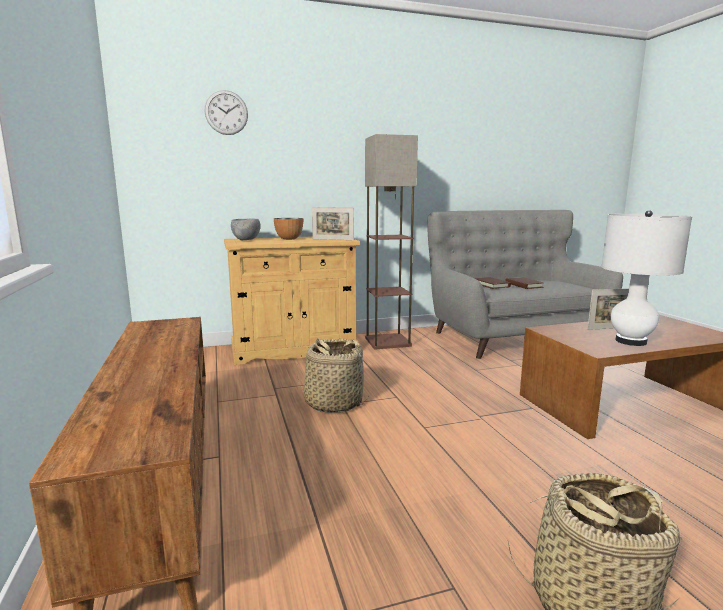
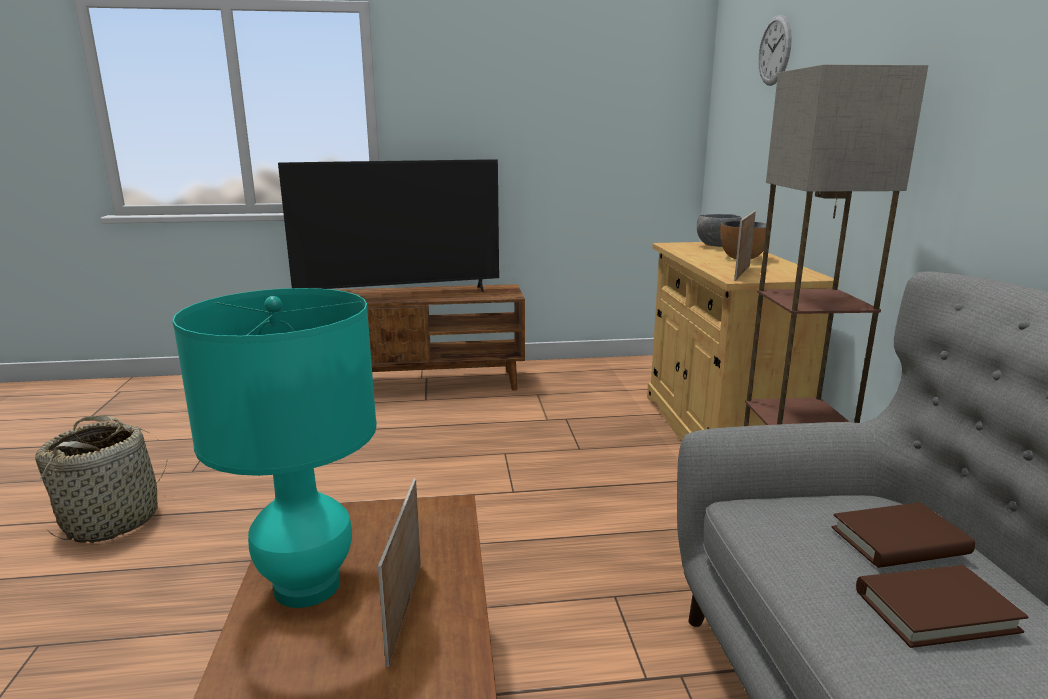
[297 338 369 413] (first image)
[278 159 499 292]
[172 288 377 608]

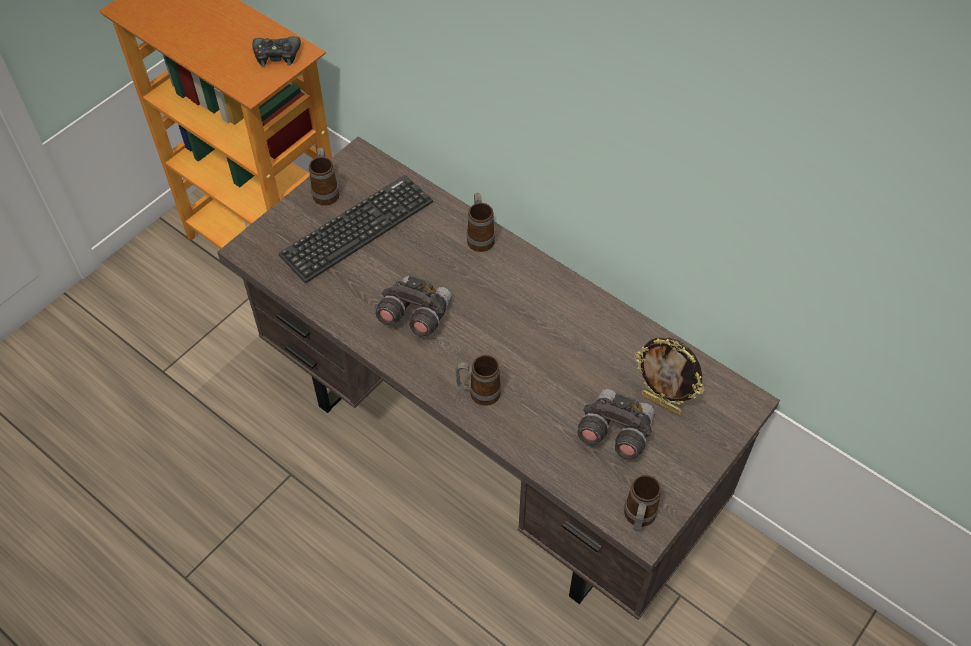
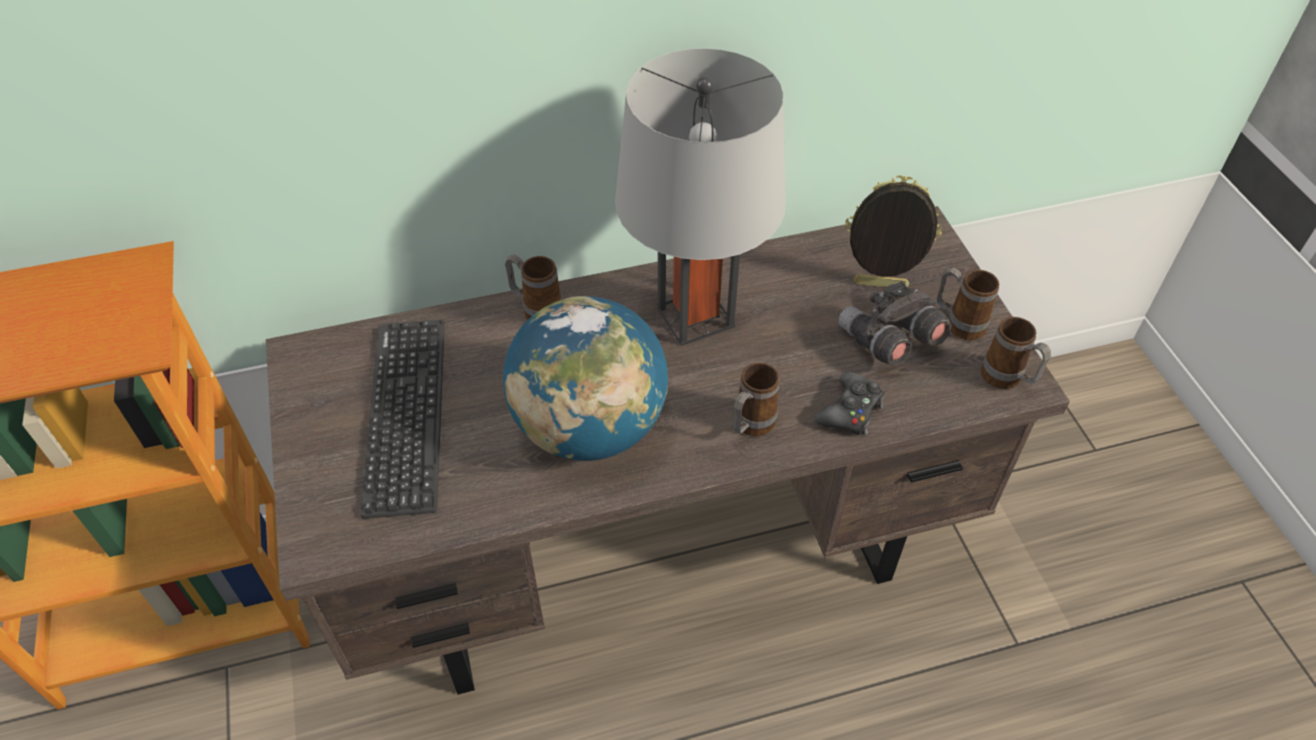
[615 48 786 346]
[814 372 885 435]
[937 267 1000 340]
[503 296 668 461]
[845 175 942 287]

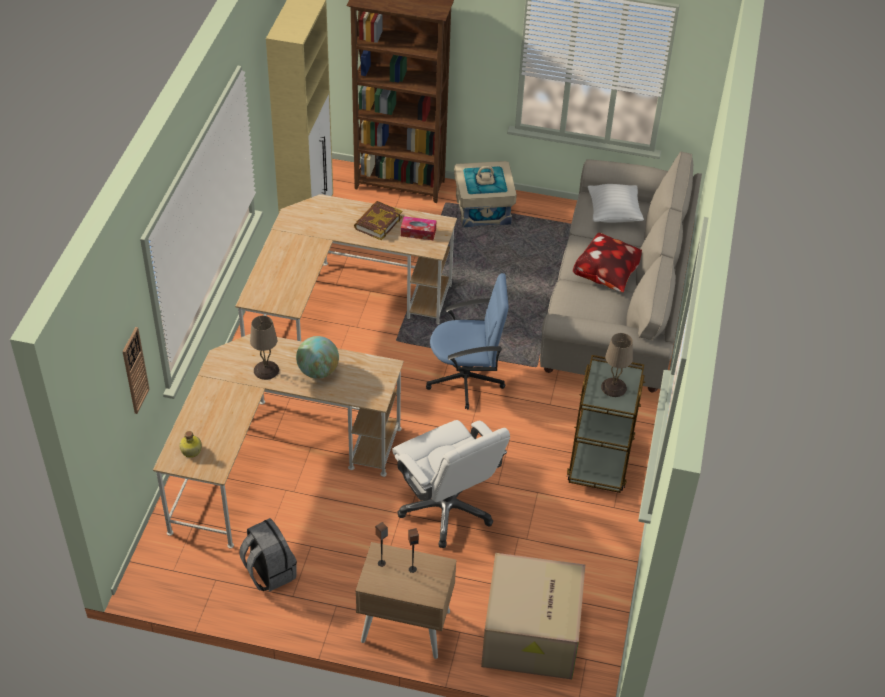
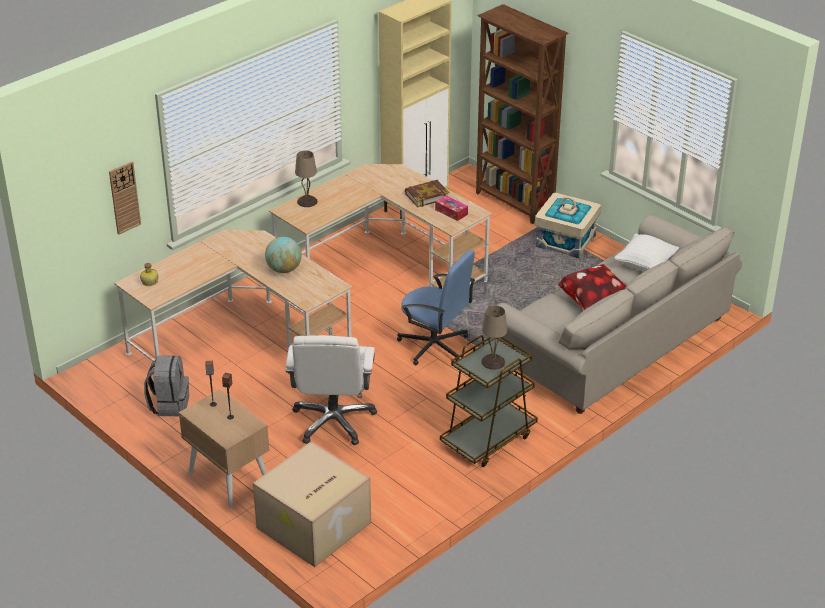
[295 150 318 207]

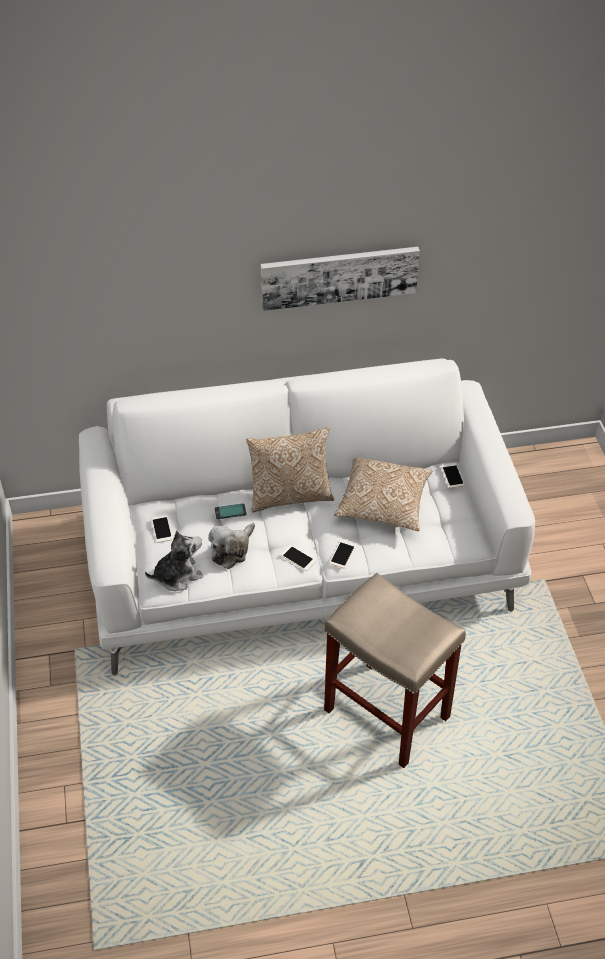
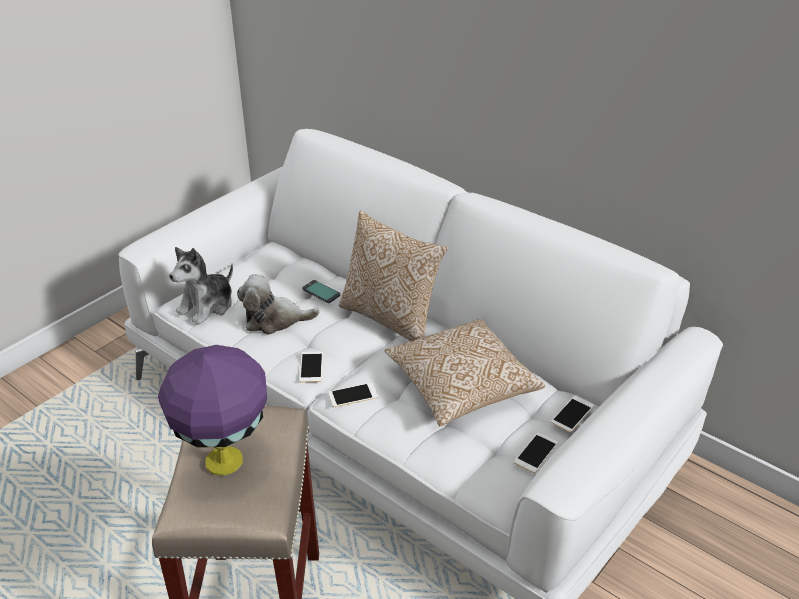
[261 247 420 311] (first image)
[158 345 267 476]
[514 432 558 473]
[169 247 233 325]

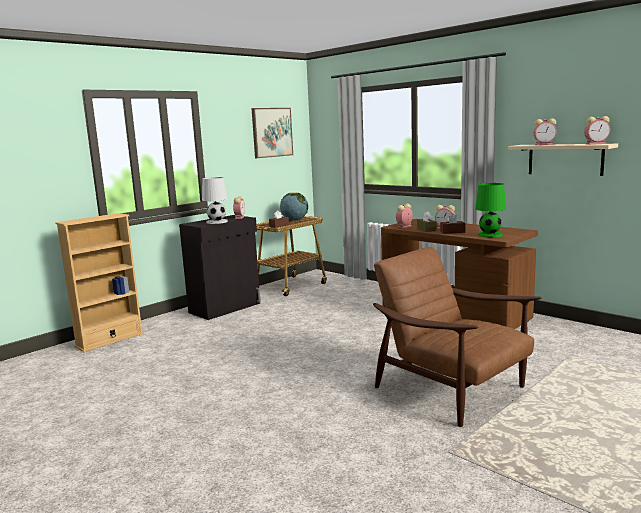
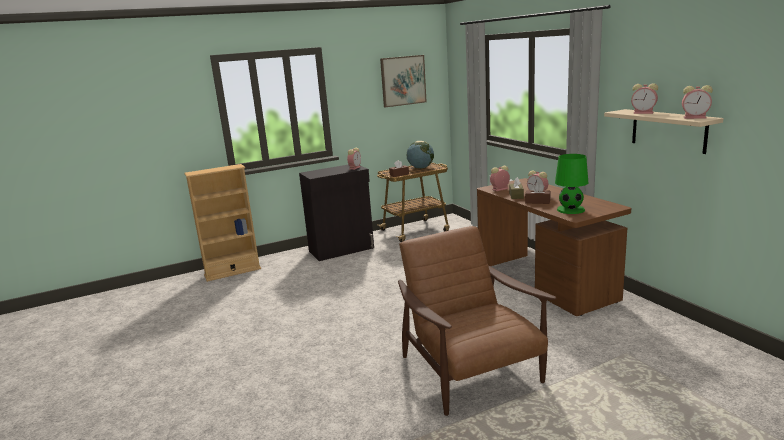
[202 177 228 224] (first image)

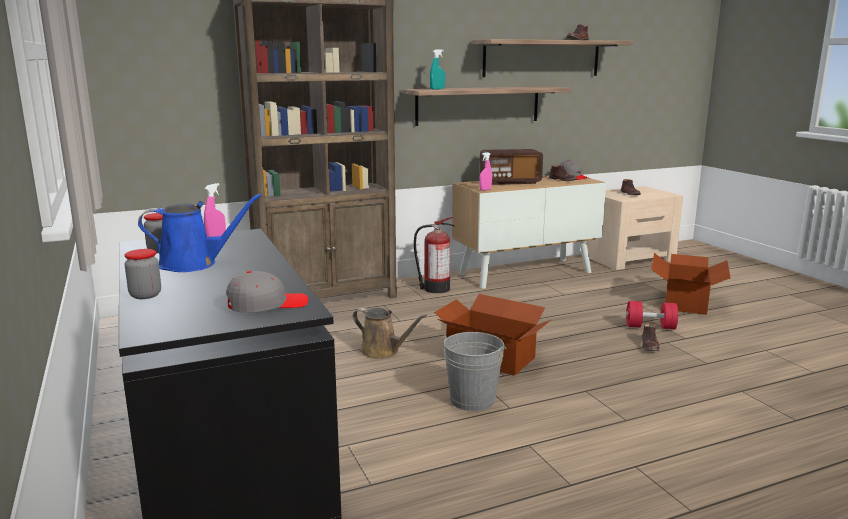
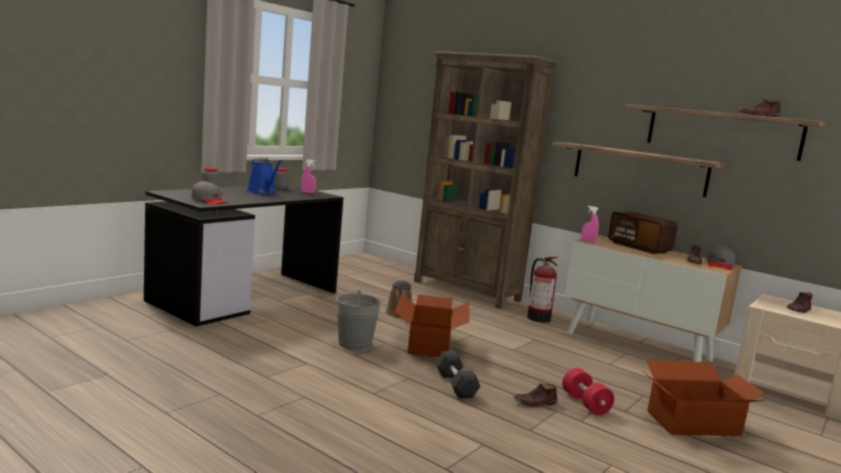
[430 49 445 90] (first image)
[435 351 481 399]

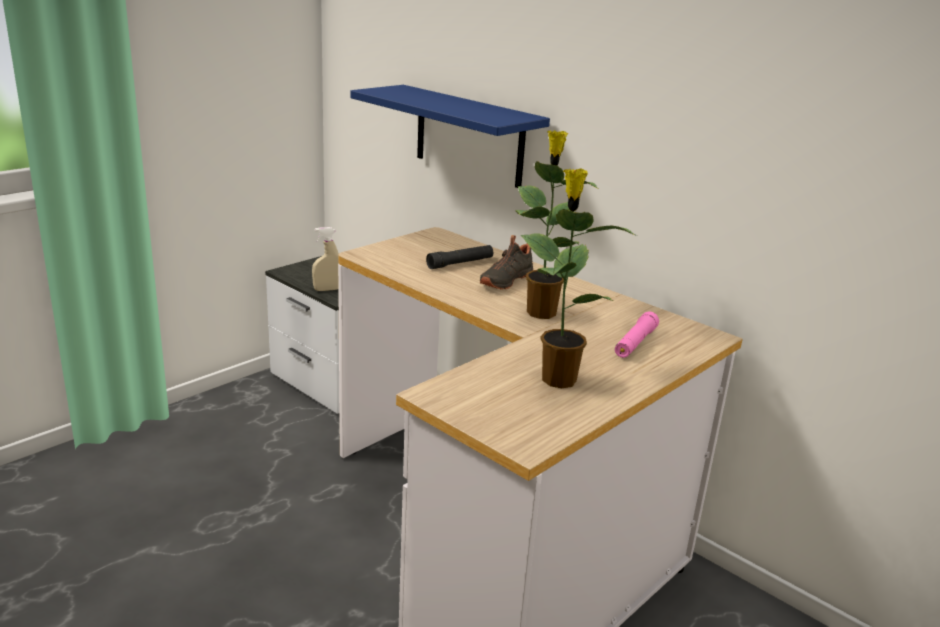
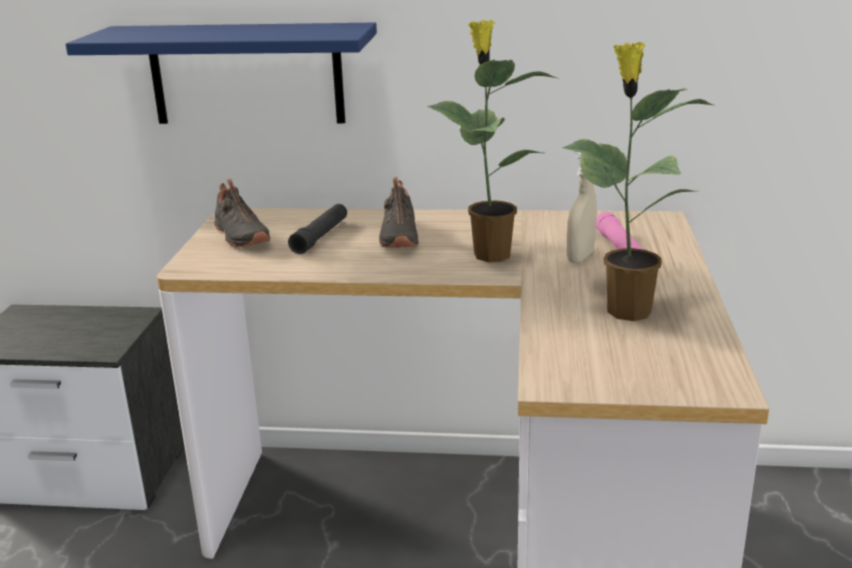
[214 178 270 247]
[567 152 597 263]

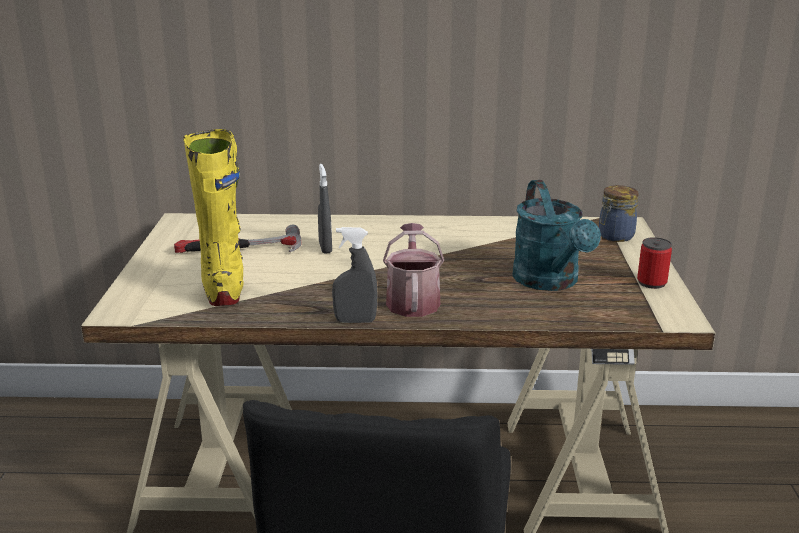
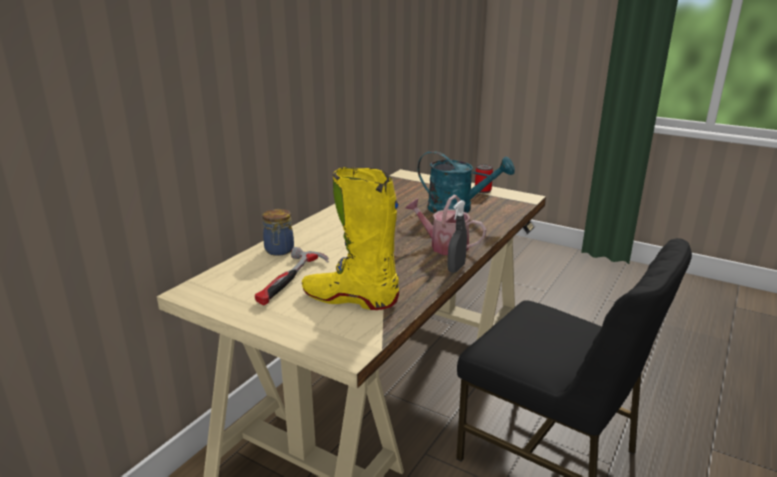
[318 164 332 254] (first image)
[262 209 294 256]

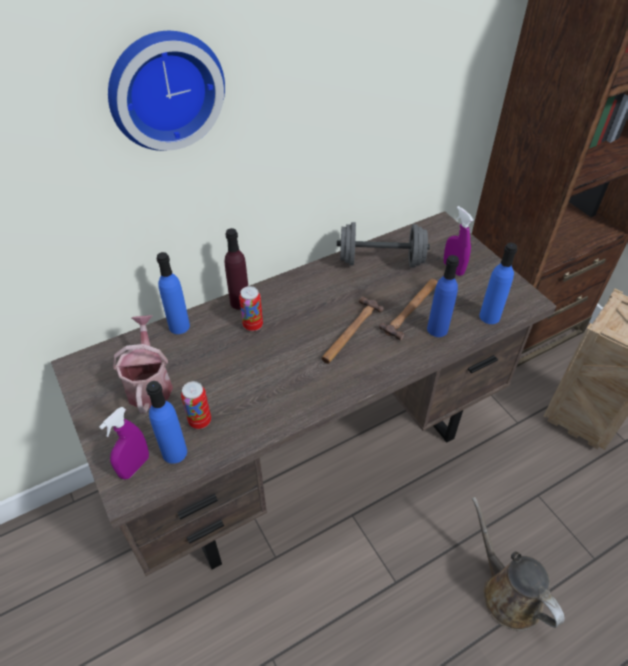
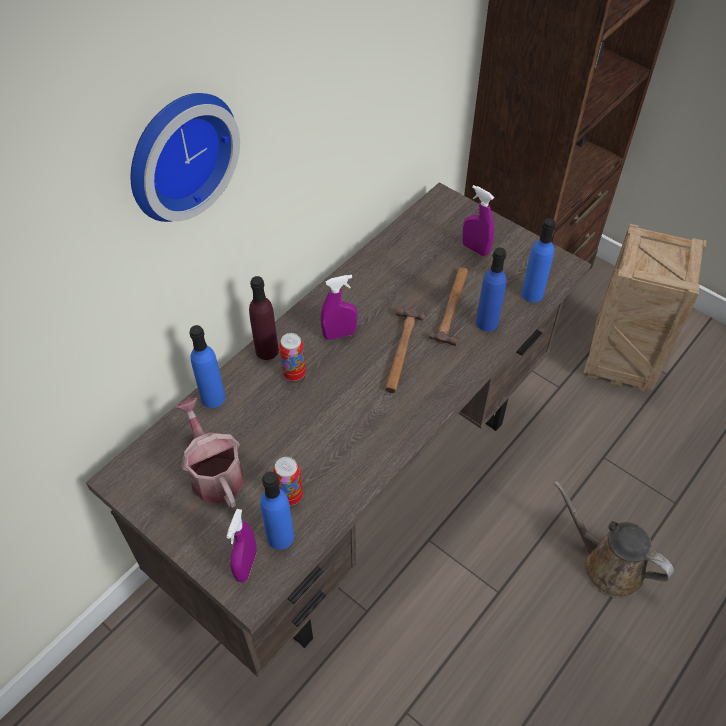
[337 222 430 268] (first image)
[321 275 358 340]

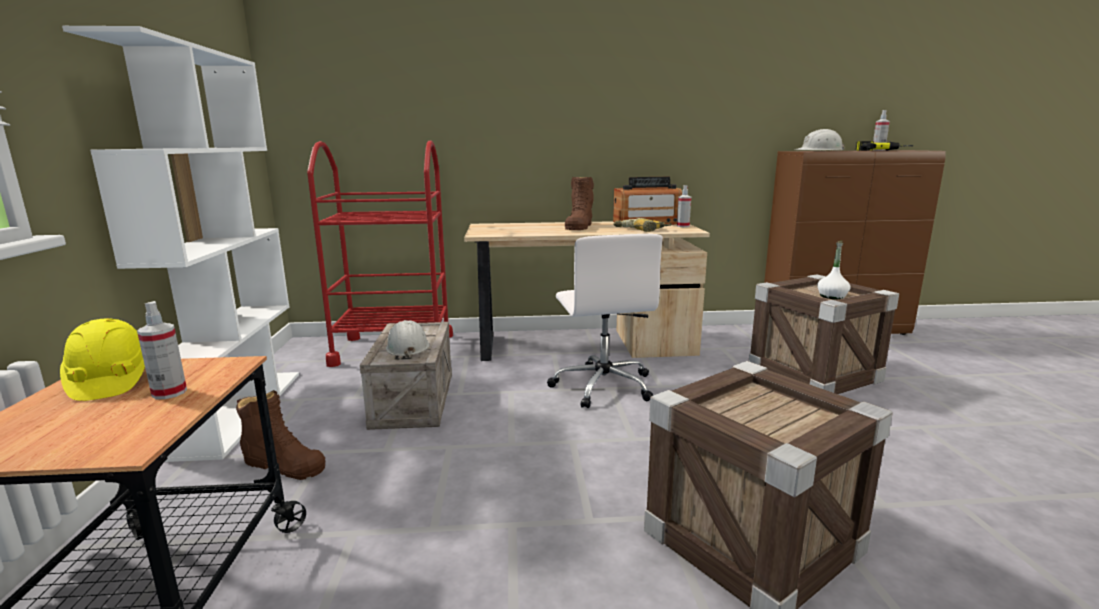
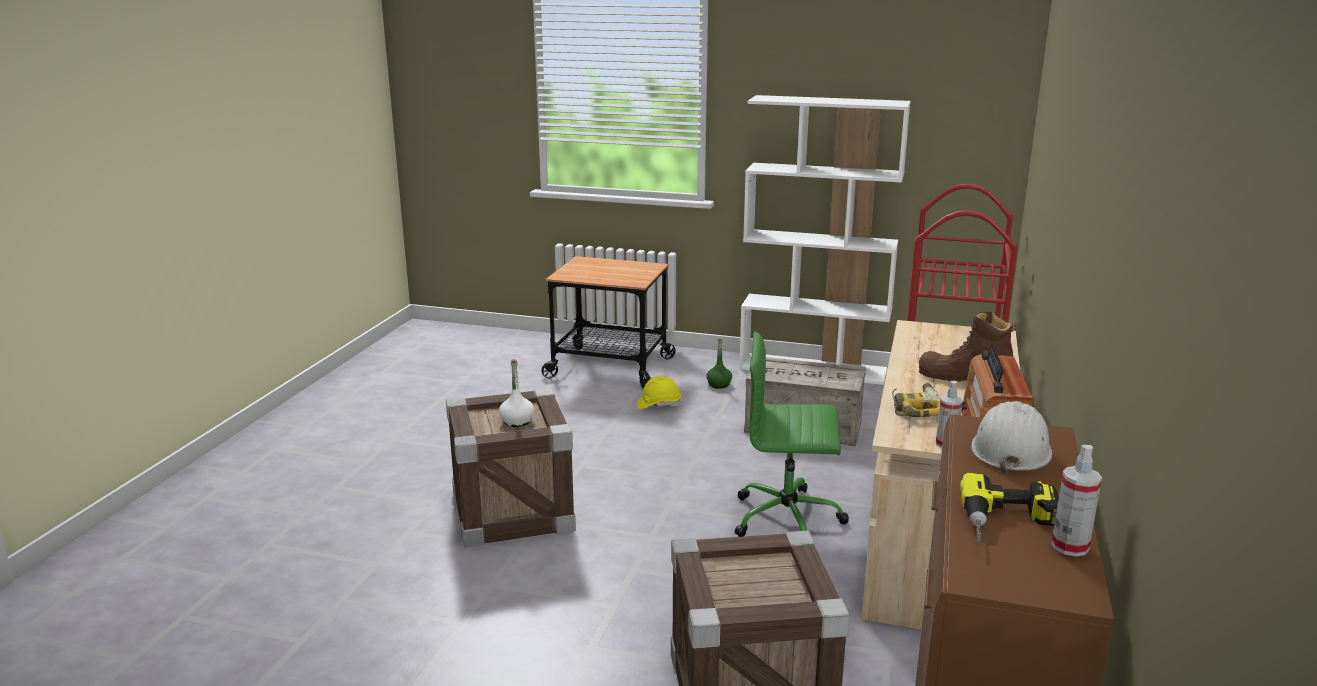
[137 301 187 399] (first image)
[386 320 430 358] (first image)
[636 376 681 409]
[499 359 534 427]
[706 338 732 389]
[735 331 849 537]

